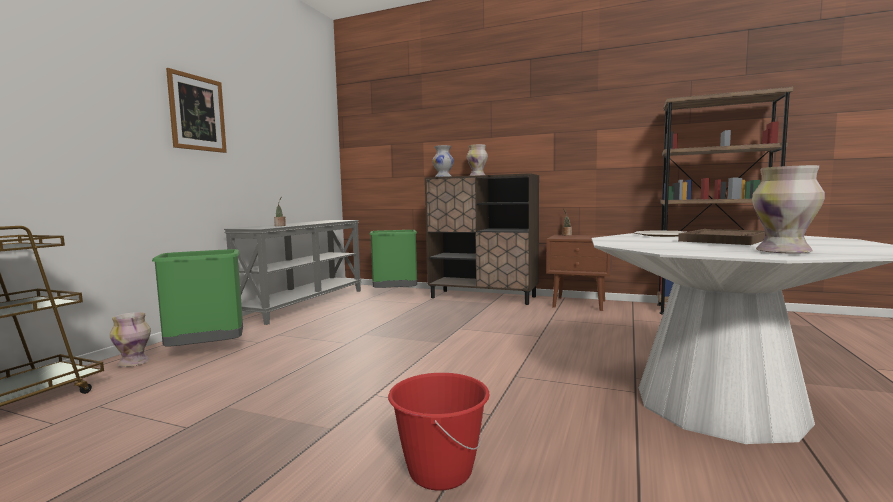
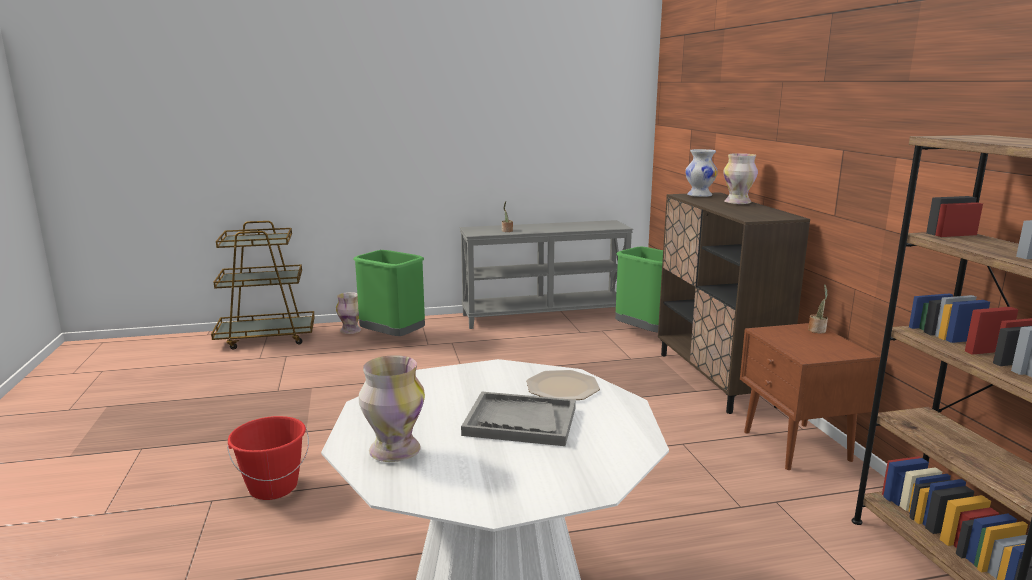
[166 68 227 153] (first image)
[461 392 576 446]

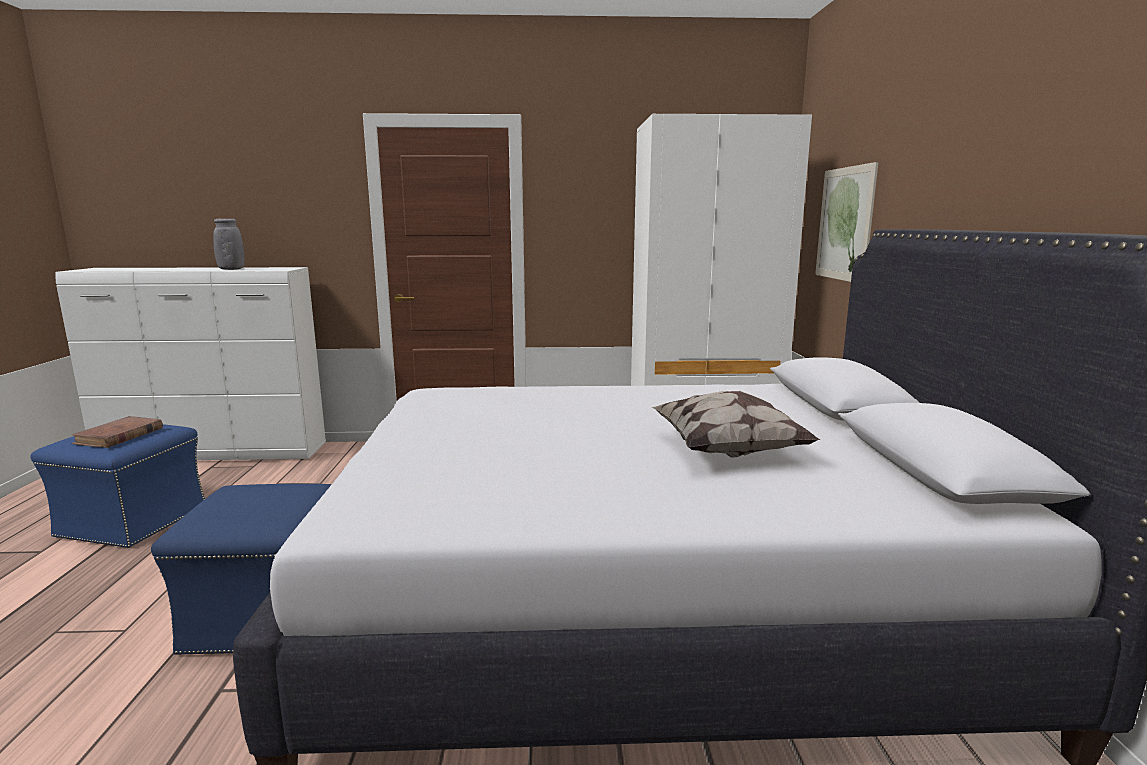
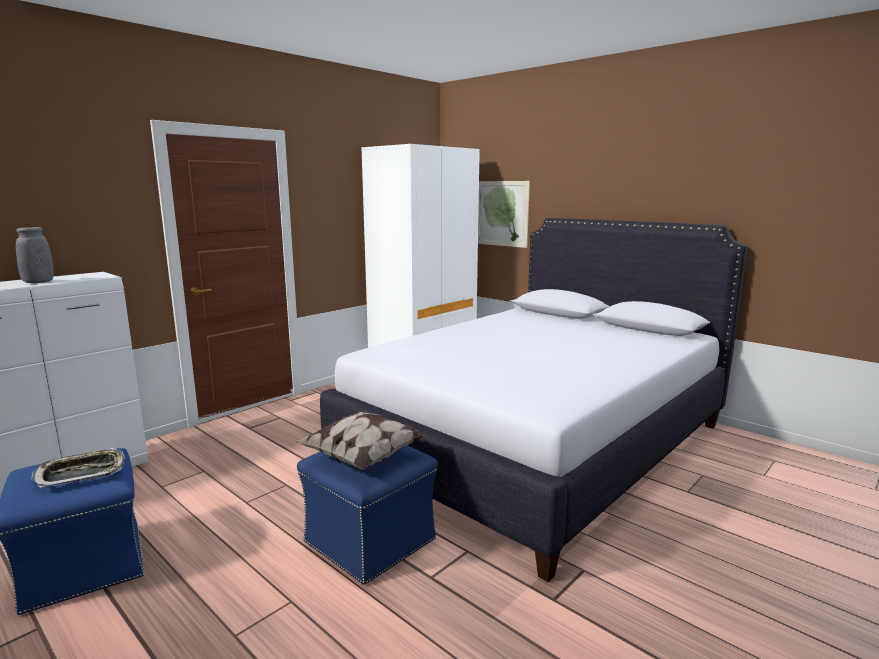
[296 411 427 470]
[31 448 125 488]

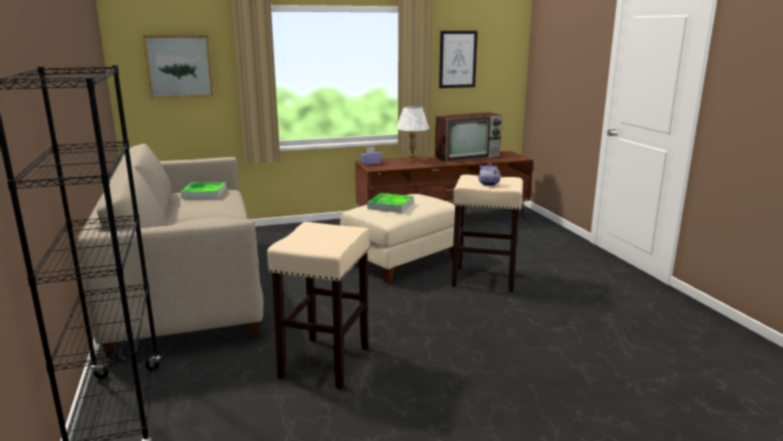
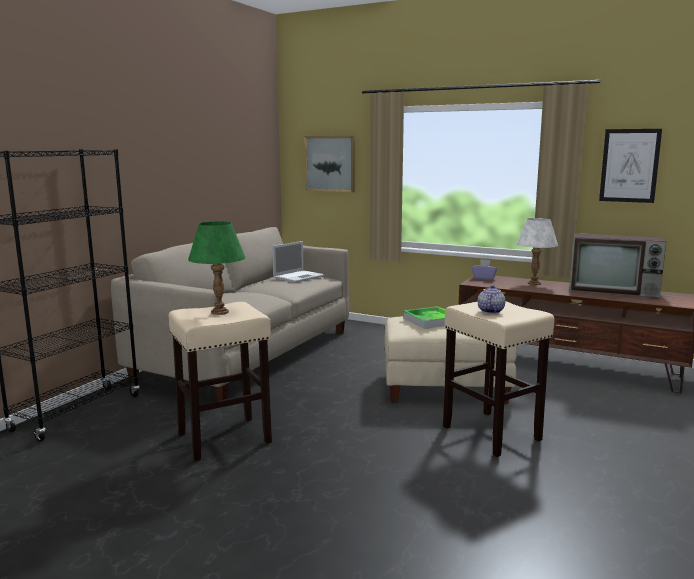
[188 221 245 315]
[272 241 325 283]

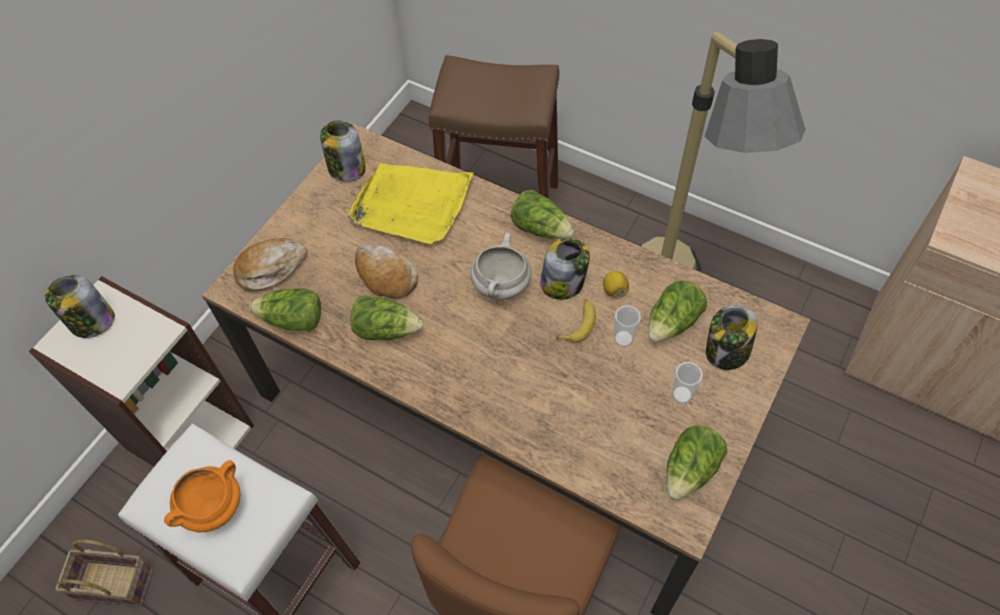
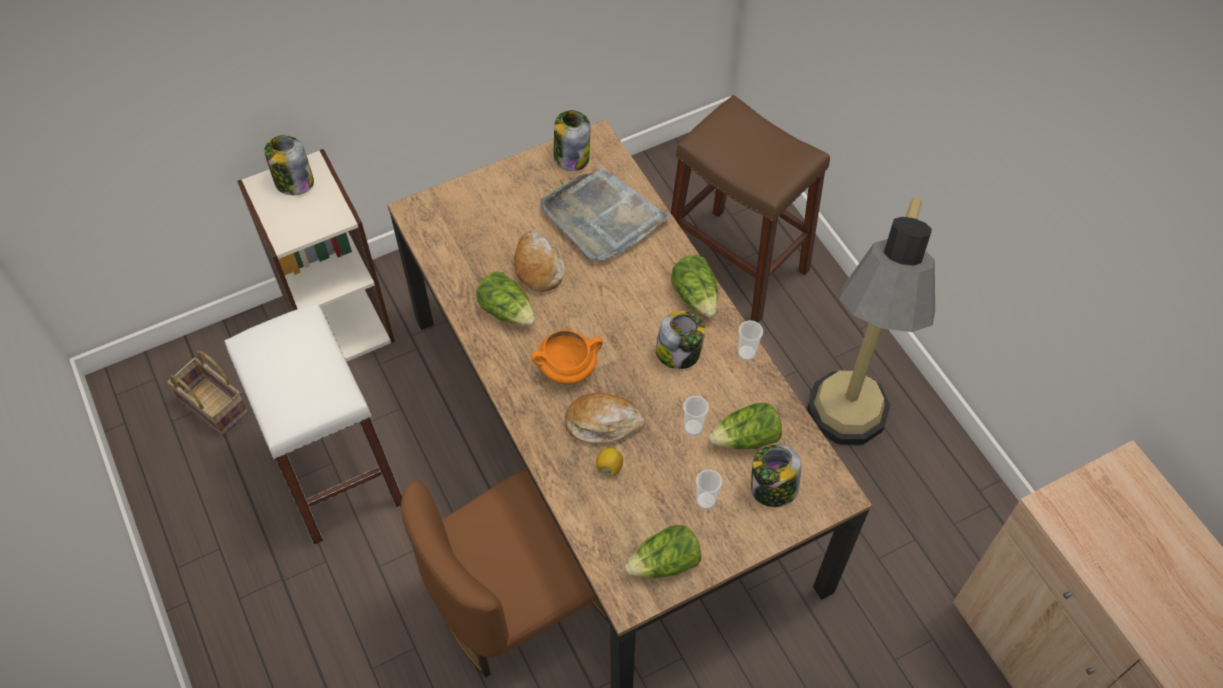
[249 289 321 332] (first image)
[470 233 531 300] (first image)
[556 299 596 343] (first image)
[738 320 763 361]
[531 329 603 384]
[565 393 645 443]
[596 448 623 476]
[541 167 671 260]

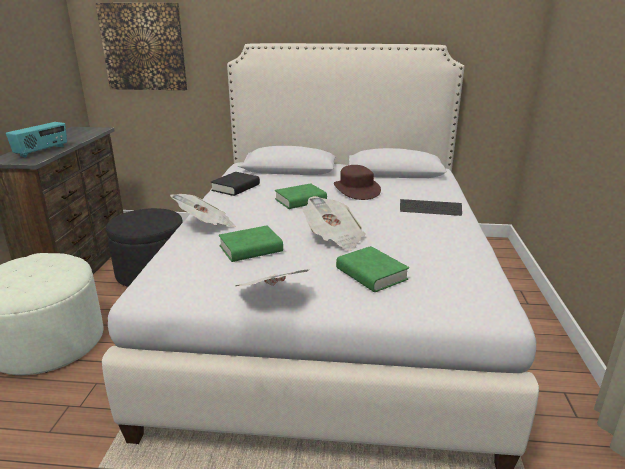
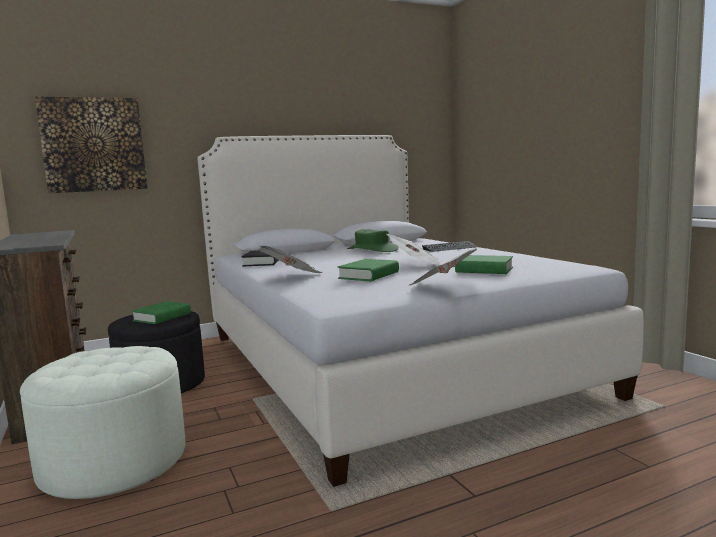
[6 122 67 158] (first image)
[132 301 191 324]
[347 229 399 252]

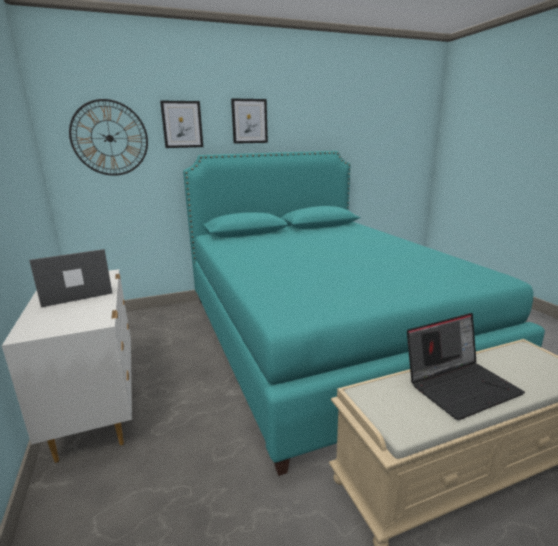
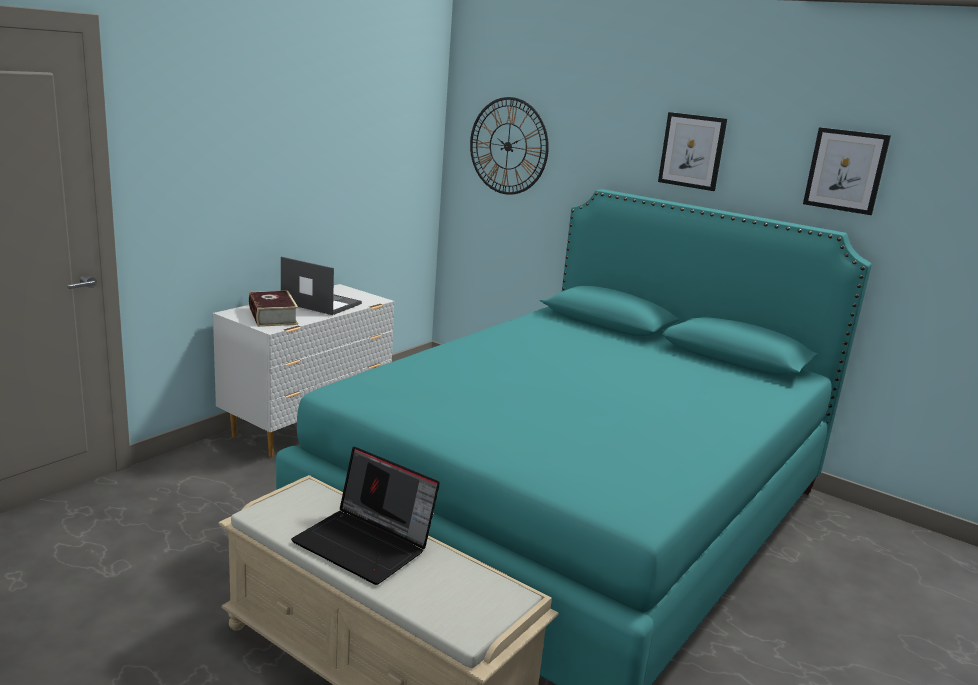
[249 290 298 327]
[803 127 891 215]

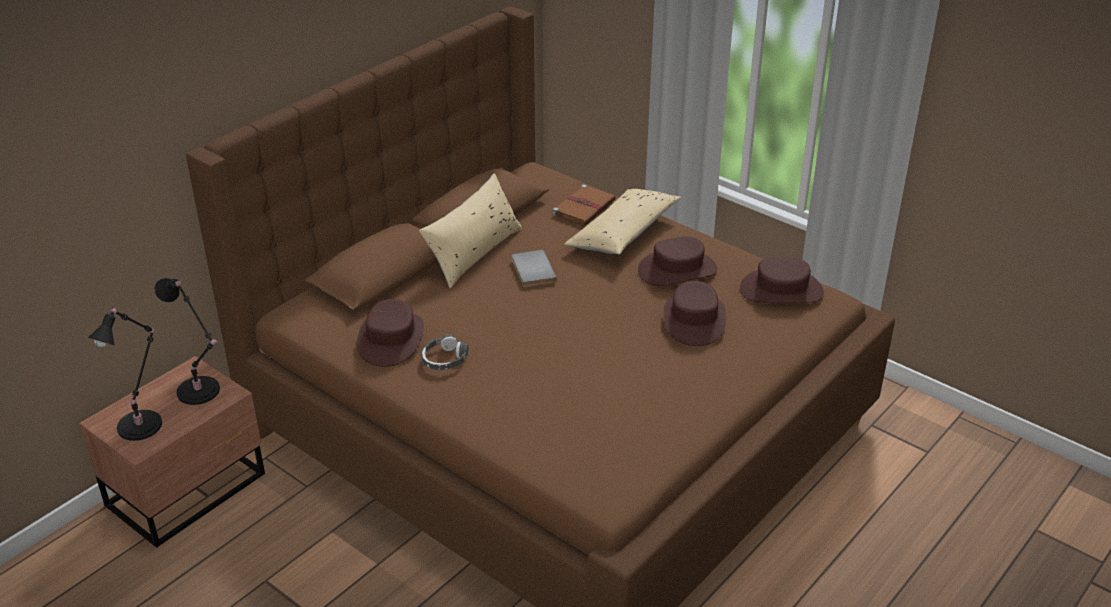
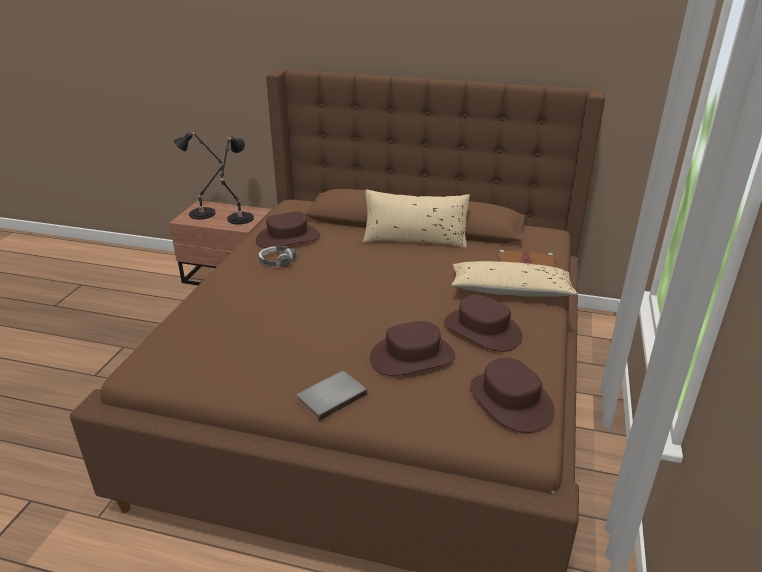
[297 371 367 421]

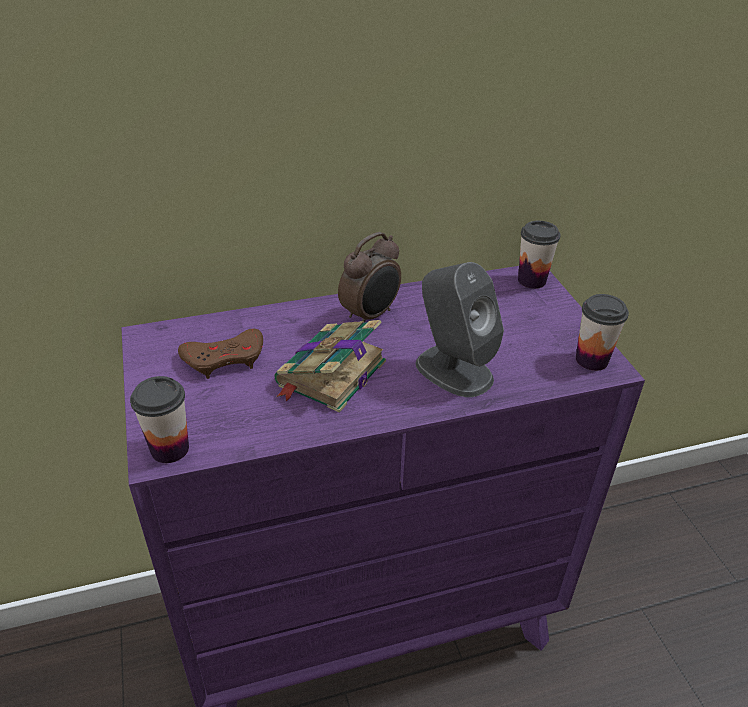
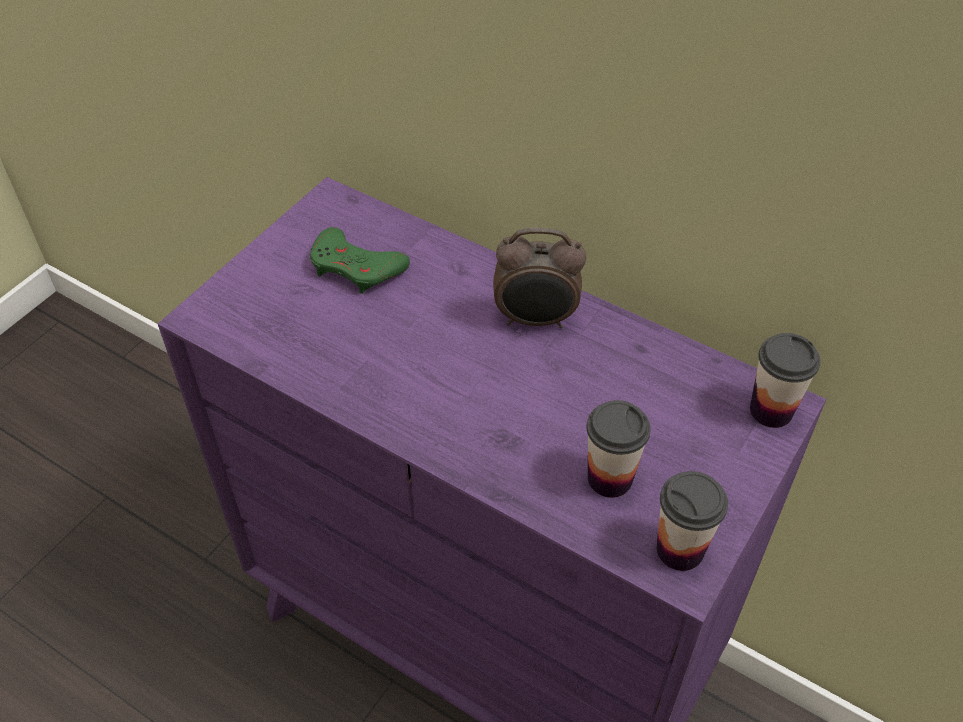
[275 320 386 413] (first image)
[415 262 504 397] (first image)
[586 400 651 498]
[310 227 410 294]

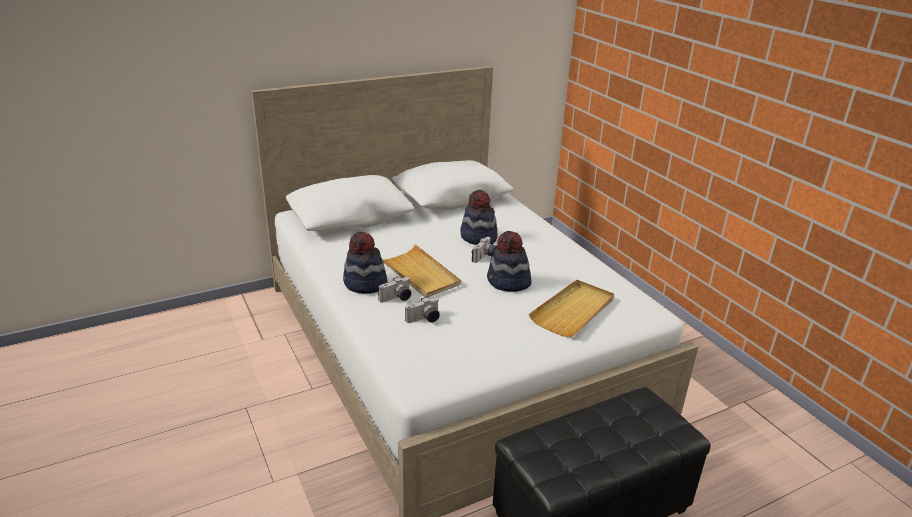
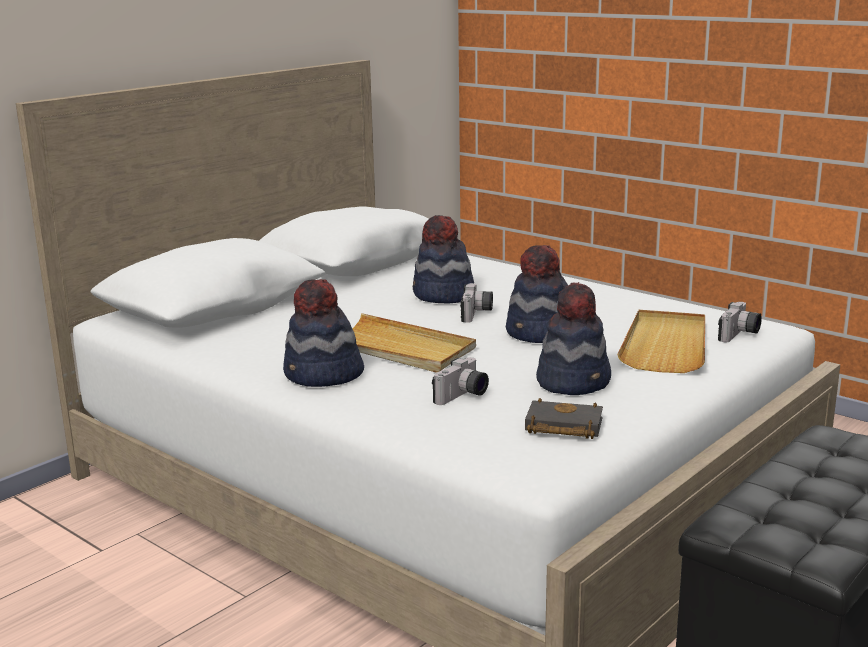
[525 398 603 439]
[536 282 611 395]
[718 302 762 342]

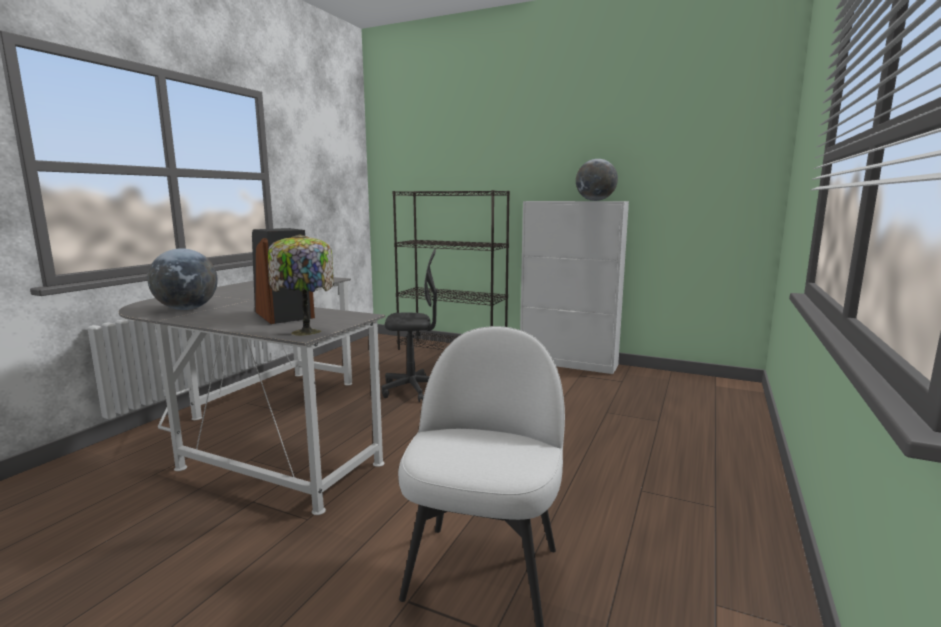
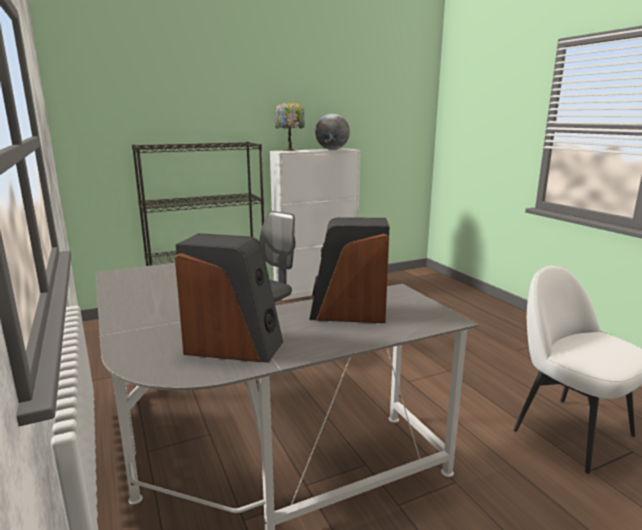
[275 101 305 151]
[175 233 283 363]

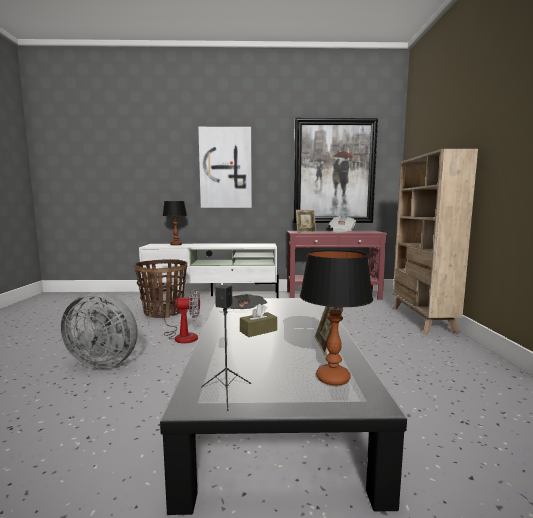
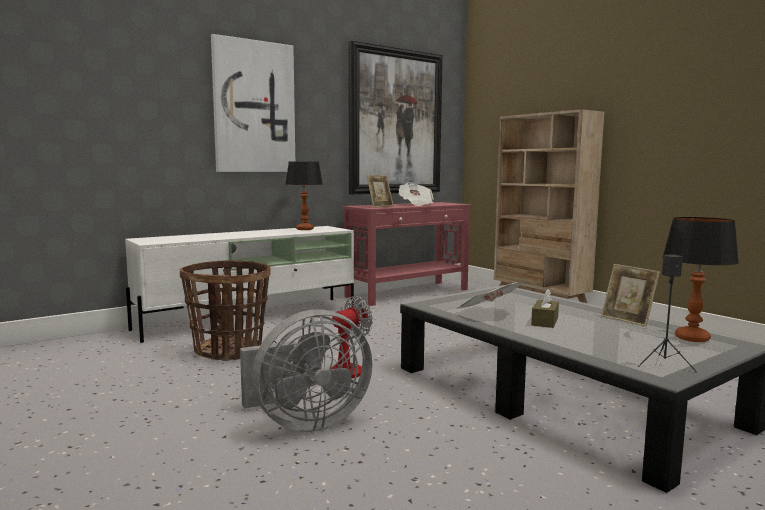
[285 161 323 230]

